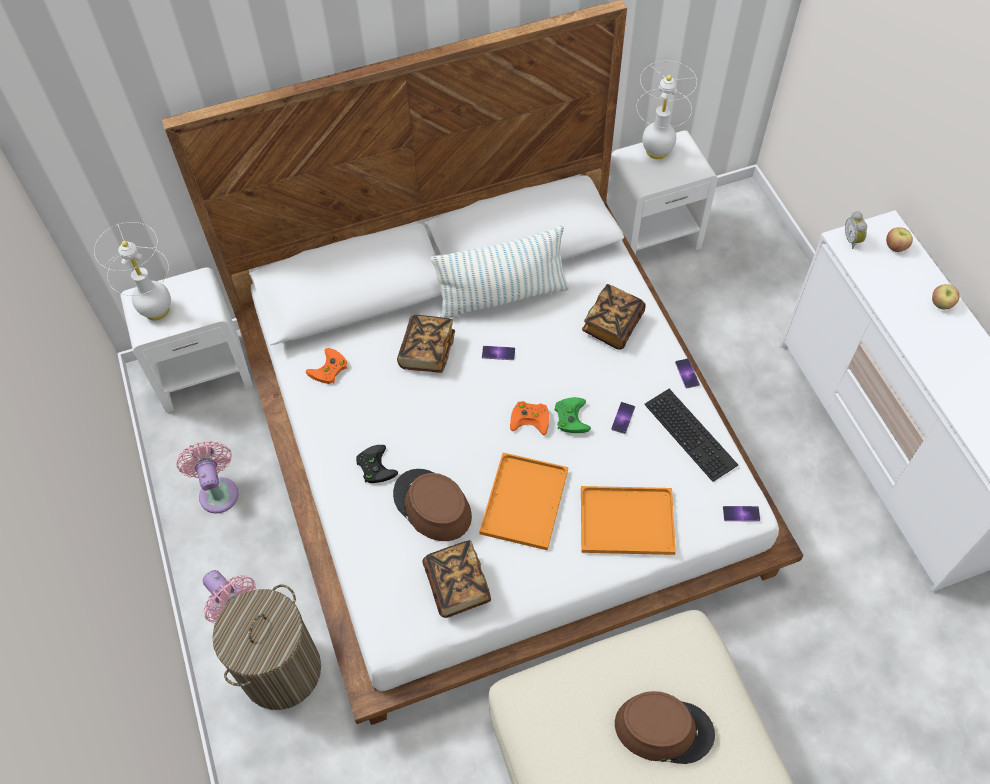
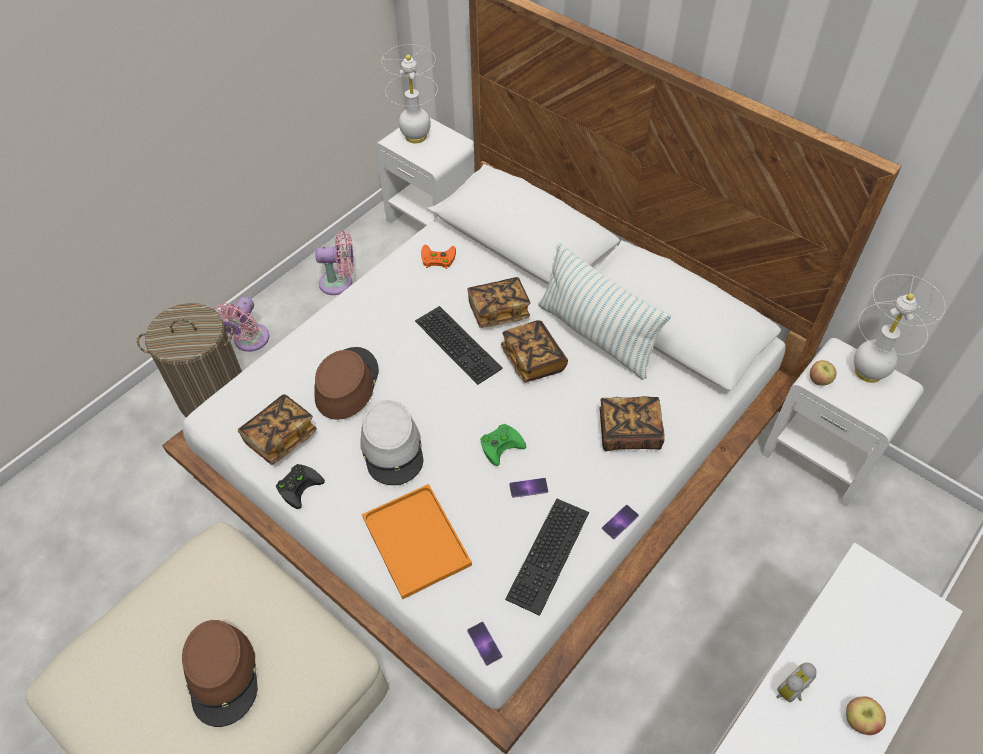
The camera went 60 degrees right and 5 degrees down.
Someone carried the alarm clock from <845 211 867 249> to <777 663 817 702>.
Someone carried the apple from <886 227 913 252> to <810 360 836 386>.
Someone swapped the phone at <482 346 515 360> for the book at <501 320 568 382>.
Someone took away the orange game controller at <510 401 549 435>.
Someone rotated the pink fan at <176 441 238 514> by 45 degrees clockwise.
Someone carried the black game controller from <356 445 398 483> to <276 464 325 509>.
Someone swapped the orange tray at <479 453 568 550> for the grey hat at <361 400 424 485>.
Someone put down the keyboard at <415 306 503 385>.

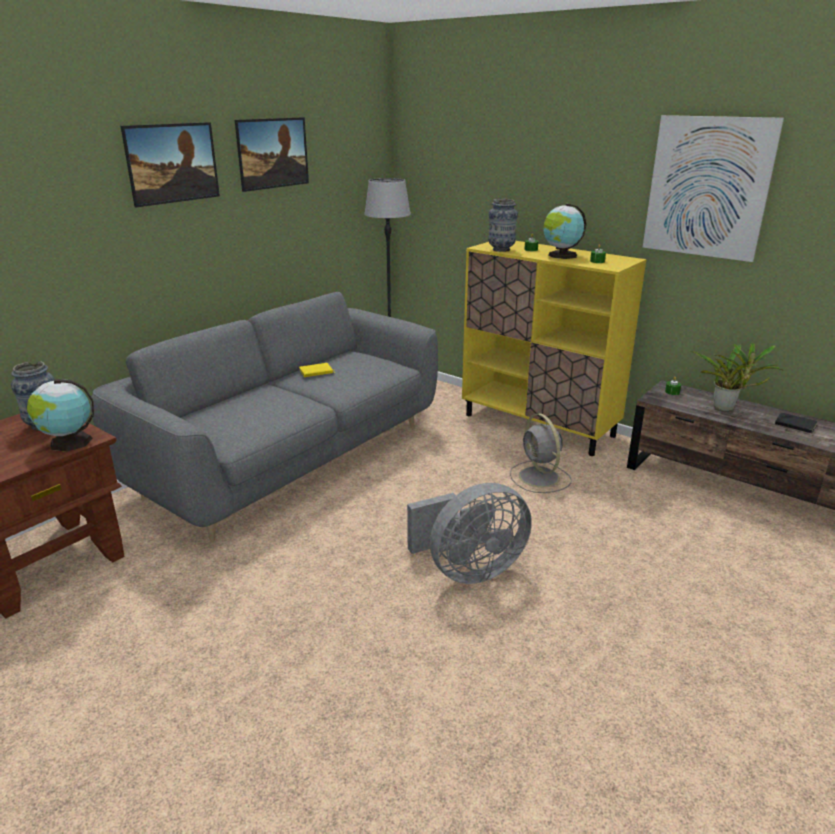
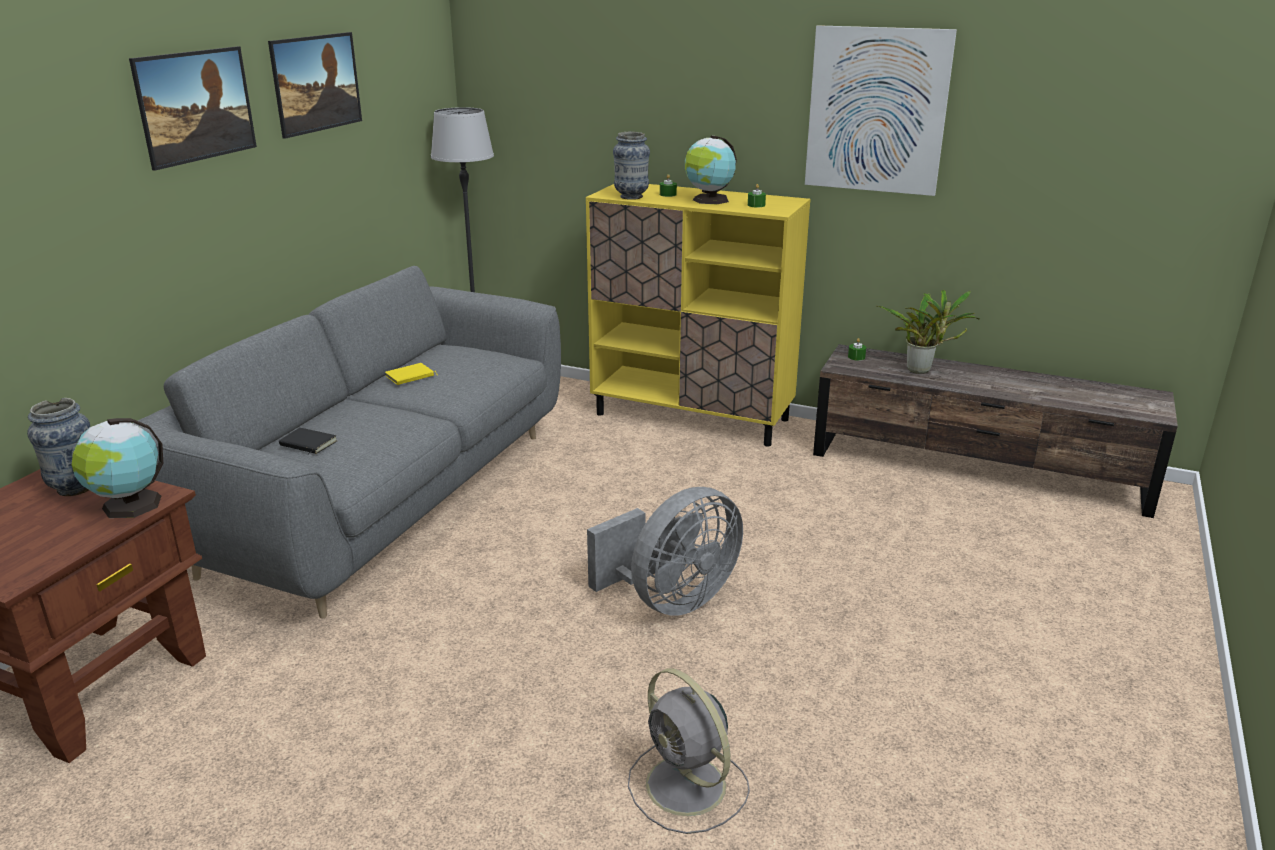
The camera went 15 degrees left and 0 degrees up.
Someone carried the grey fan from <510 413 572 493> to <628 668 750 834>.
Someone carried the black book from <775 413 818 434> to <279 428 337 455>.

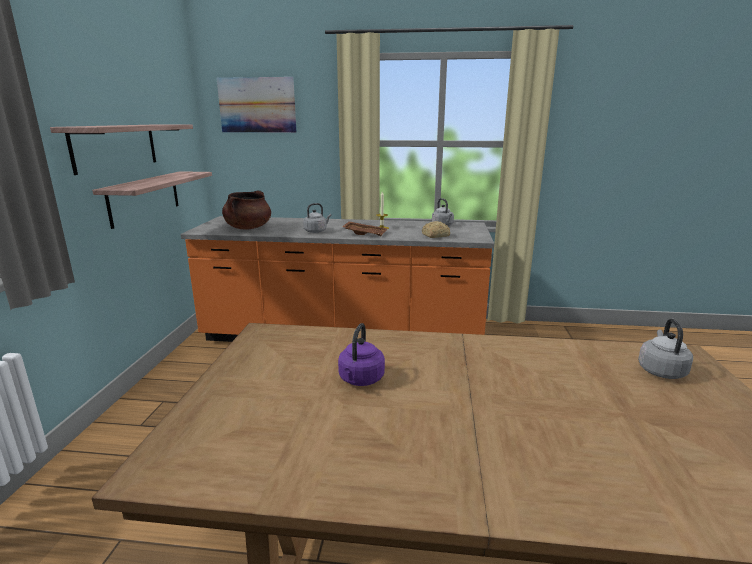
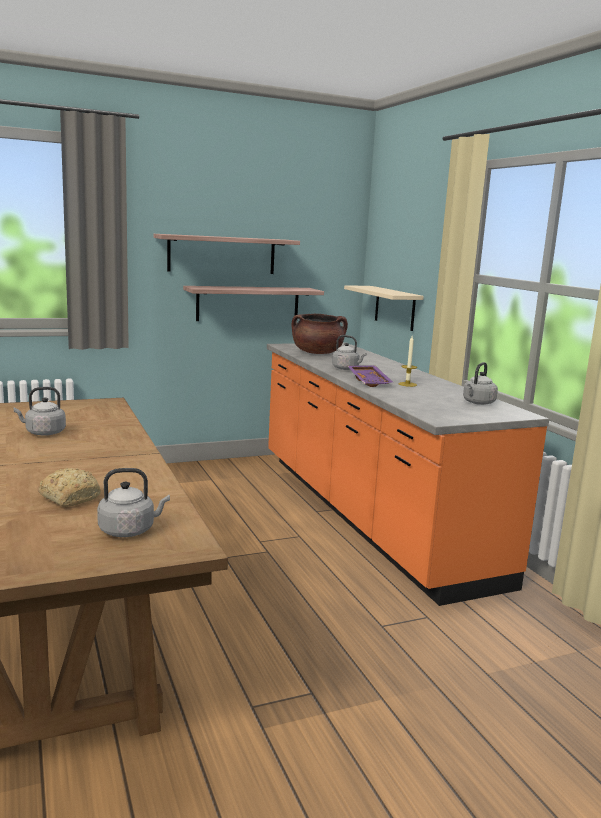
The camera went 60 degrees right and 5 degrees down.
Someone took away the picture at <217 77 296 133>.
Someone repainted the brown tray at <342 221 388 236>, which became the purple tray at <348 365 393 387>.
Someone carried the bread from <422 221 450 238> to <37 468 101 507>.
Someone repainted the purple kettle at <338 323 385 386>, which became the grey kettle at <13 387 66 436>.
Someone put up the beige shelf at <344 285 424 331>.

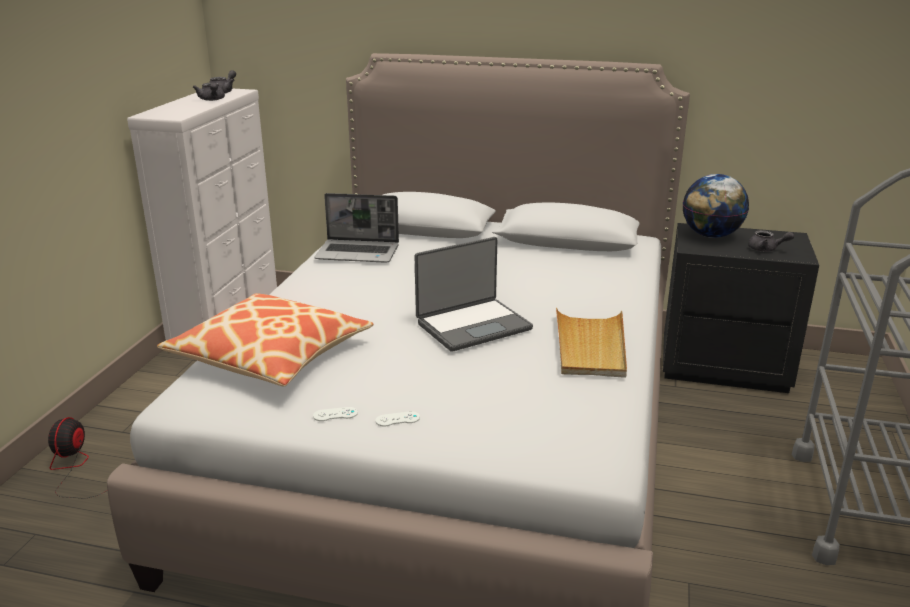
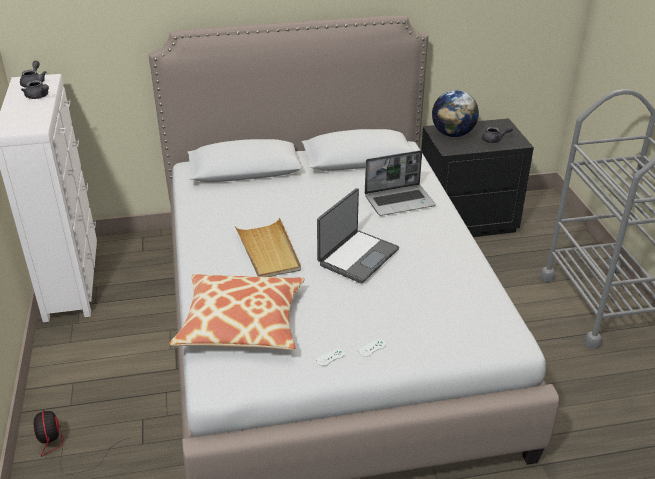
The camera went 25 degrees left and 10 degrees up.
Someone carried the laptop from <314 193 399 263> to <365 150 436 216>.
Someone carried the beige tray from <556 308 627 378> to <235 218 301 277>.

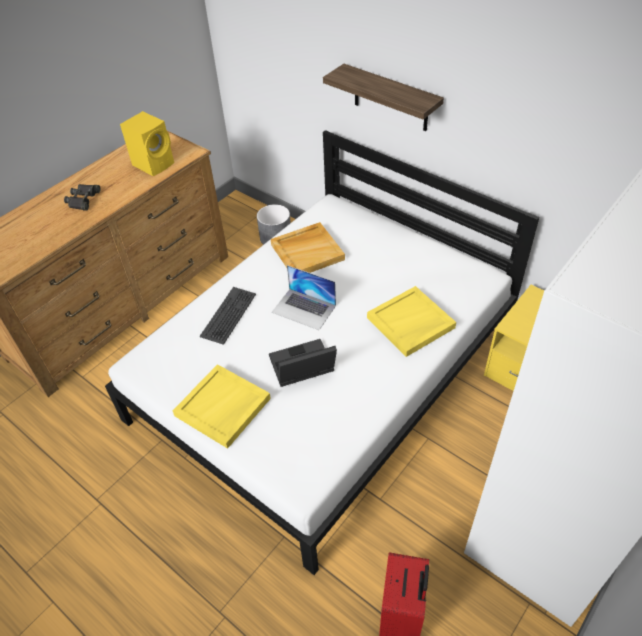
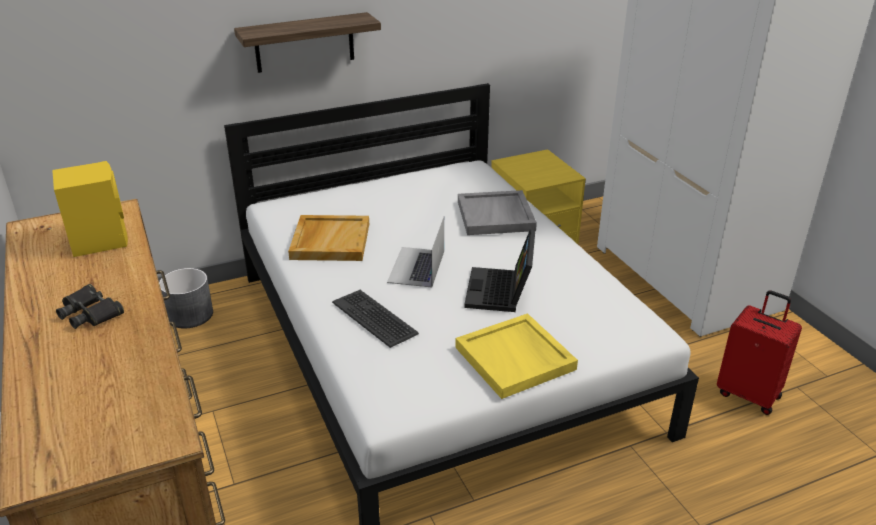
The camera went 65 degrees left and 15 degrees down.
Someone rotated the laptop at <272 265 336 330> by 135 degrees clockwise.
Someone repainted the yellow tray at <367 286 456 357>, which became the grey tray at <458 190 537 235>.

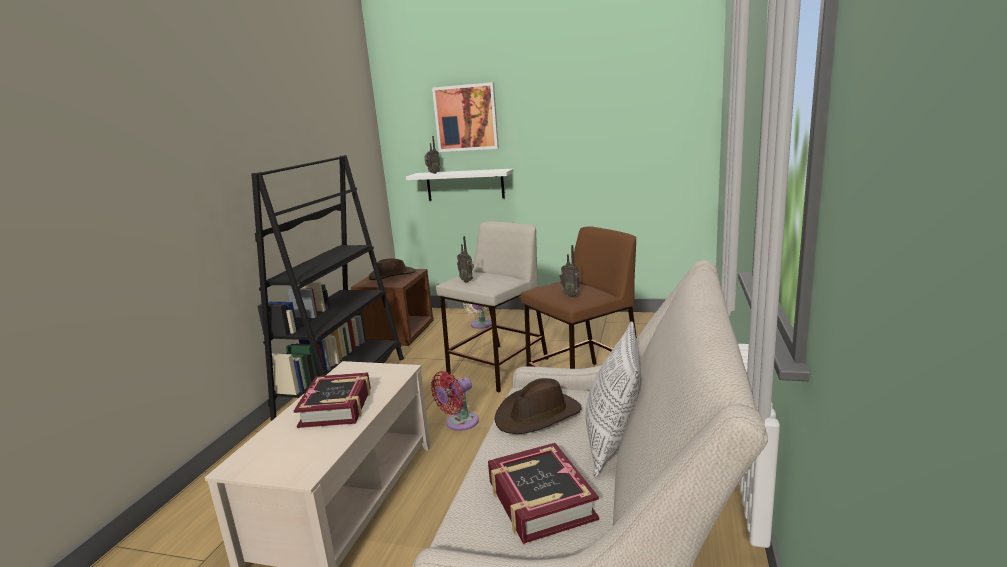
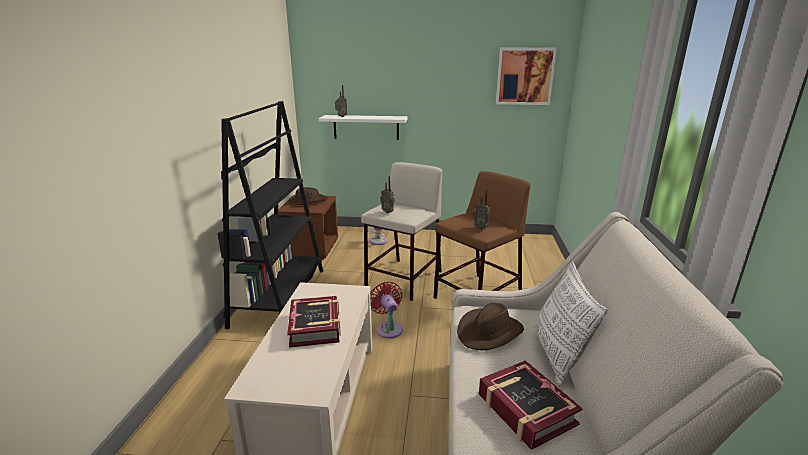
The camera went 10 degrees left and 5 degrees up.
Someone carried the picture from <432 82 499 152> to <496 48 557 105>.
Someone rotated the red fan at <431 371 479 431> by 120 degrees clockwise.

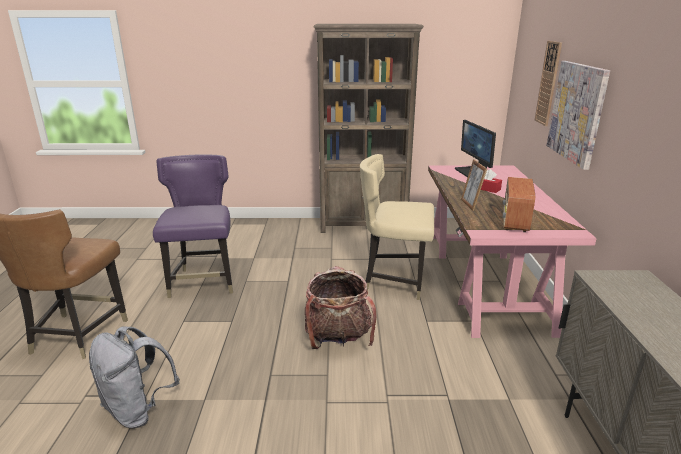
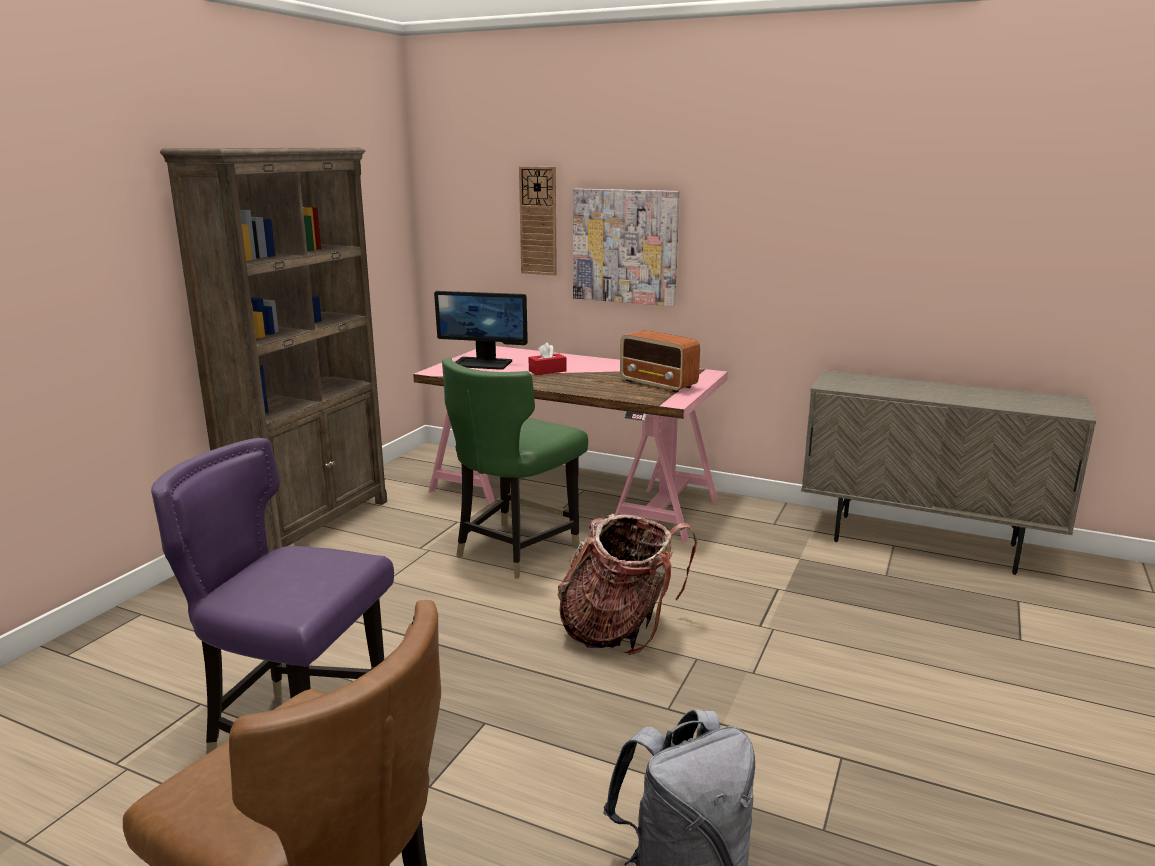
The camera went 65 degrees left and 5 degrees down.
Someone repainted the beige chair at <360 154 434 300>, which became the green chair at <442 357 588 579>.
Someone took away the picture frame at <461 159 487 211>.

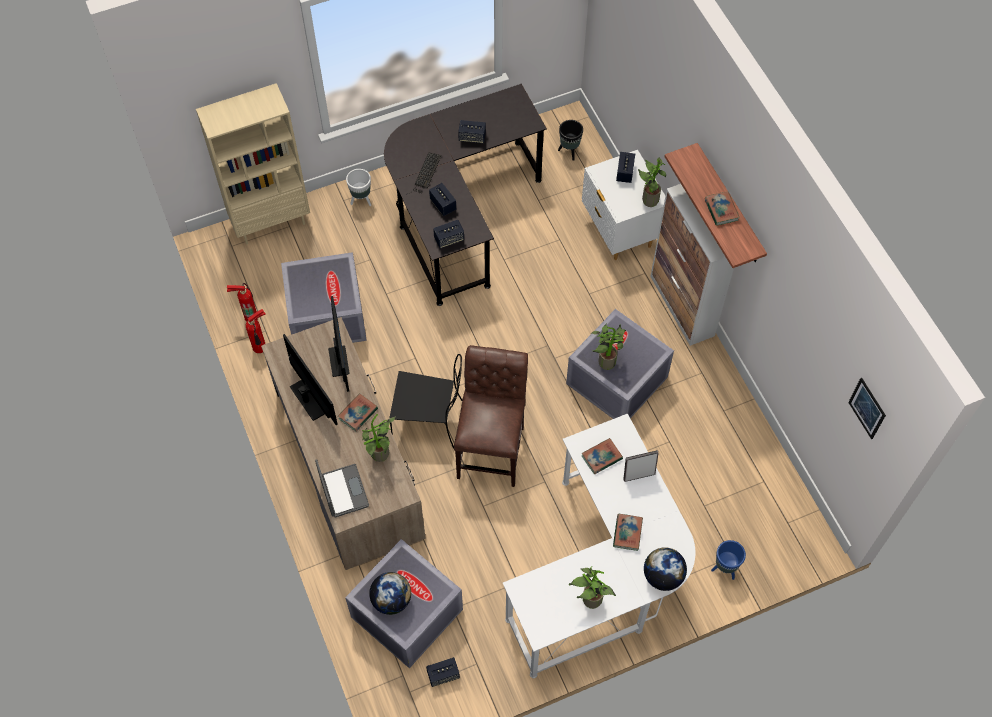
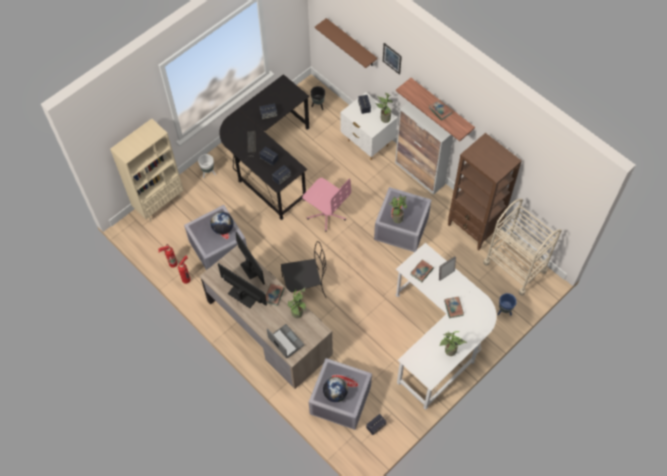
The camera went 20 degrees left and 0 degrees up.
Someone took away the brown chair at <454 345 528 487>.
Someone carried the picture from <848 378 886 439> to <383 43 402 75>.
Someone carried the globe from <644 547 687 591> to <210 212 233 235>.
Someone put up the brown shelf at <315 18 378 68>.
Someone put down the brown bookcase at <448 133 522 250>.
Someone put down the pink office chair at <302 178 351 232>.
Someone put down the beige cart at <483 199 562 295>.

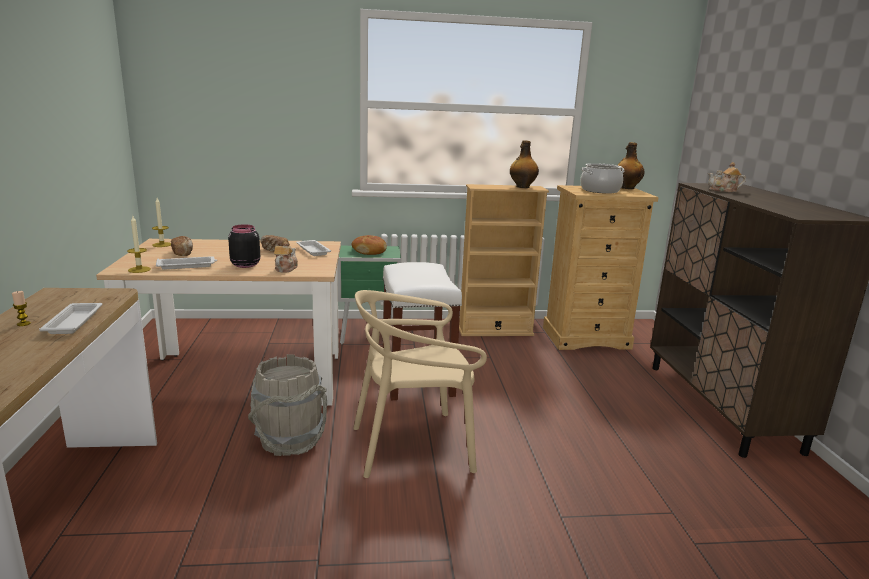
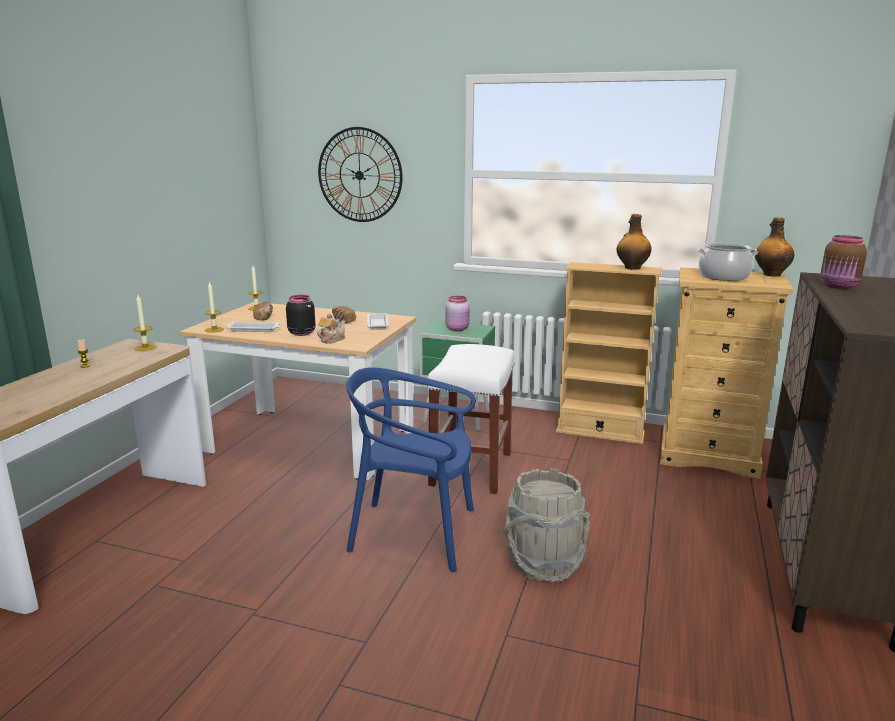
The camera went 25 degrees right and 0 degrees up.
Someone swapped the teapot at <708 162 746 192> for the brown jar at <821 235 867 289>.
Someone swapped the bread at <352 235 387 255> for the pink jar at <445 296 470 331>.
Someone repainted the beige chair at <353 290 487 478>, which became the blue chair at <346 367 476 572>.
Someone took away the white tray at <39 303 103 334>.
Someone carried the grey bucket from <248 354 327 456> to <502 468 590 582>.
Someone put up the wall clock at <318 127 403 222>.
Someone put down the candle at <133 295 157 351>.

